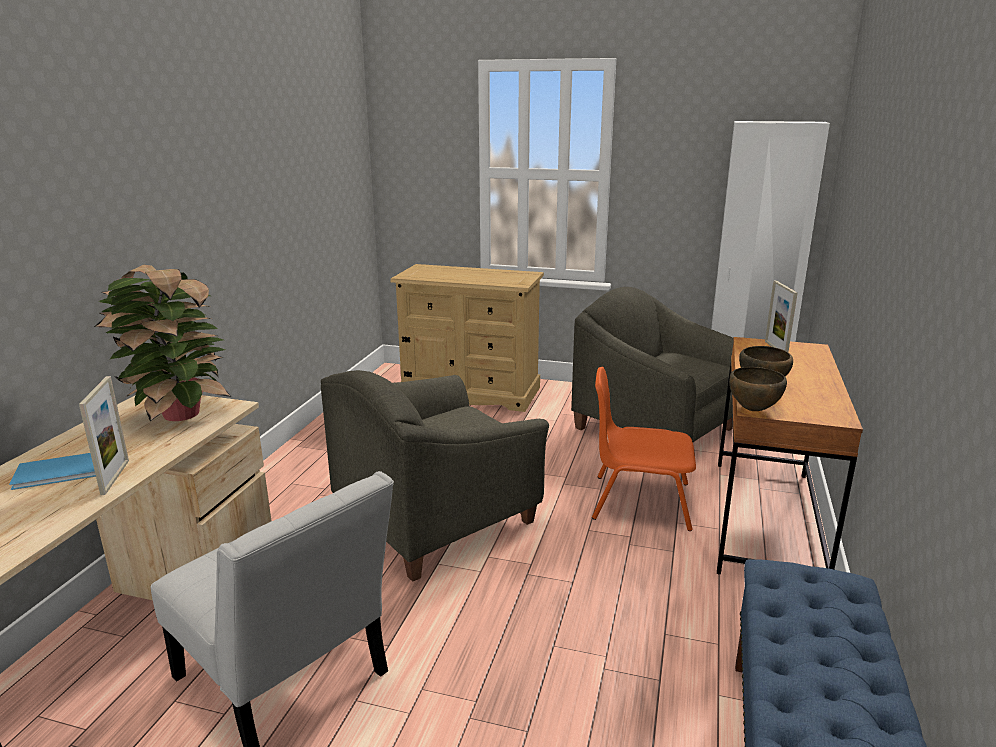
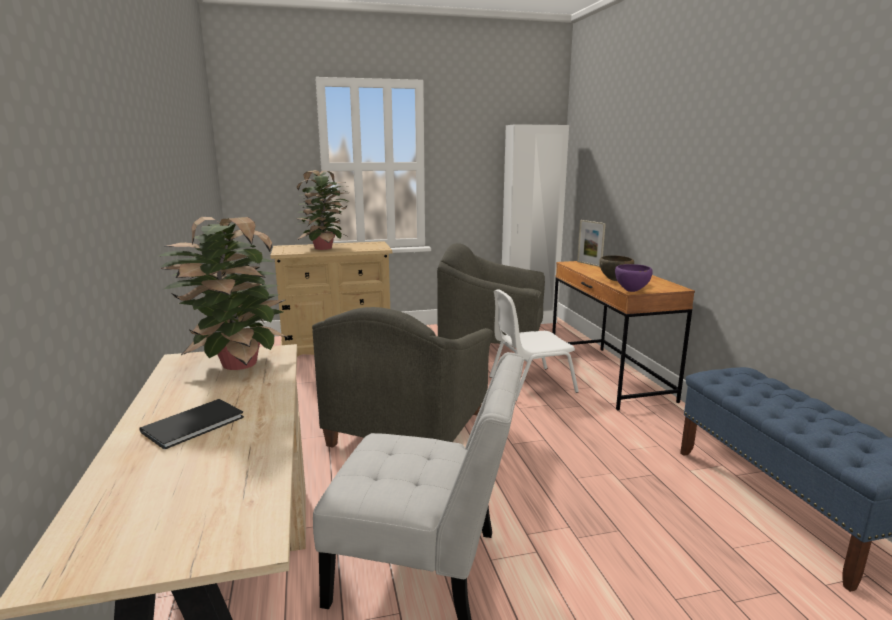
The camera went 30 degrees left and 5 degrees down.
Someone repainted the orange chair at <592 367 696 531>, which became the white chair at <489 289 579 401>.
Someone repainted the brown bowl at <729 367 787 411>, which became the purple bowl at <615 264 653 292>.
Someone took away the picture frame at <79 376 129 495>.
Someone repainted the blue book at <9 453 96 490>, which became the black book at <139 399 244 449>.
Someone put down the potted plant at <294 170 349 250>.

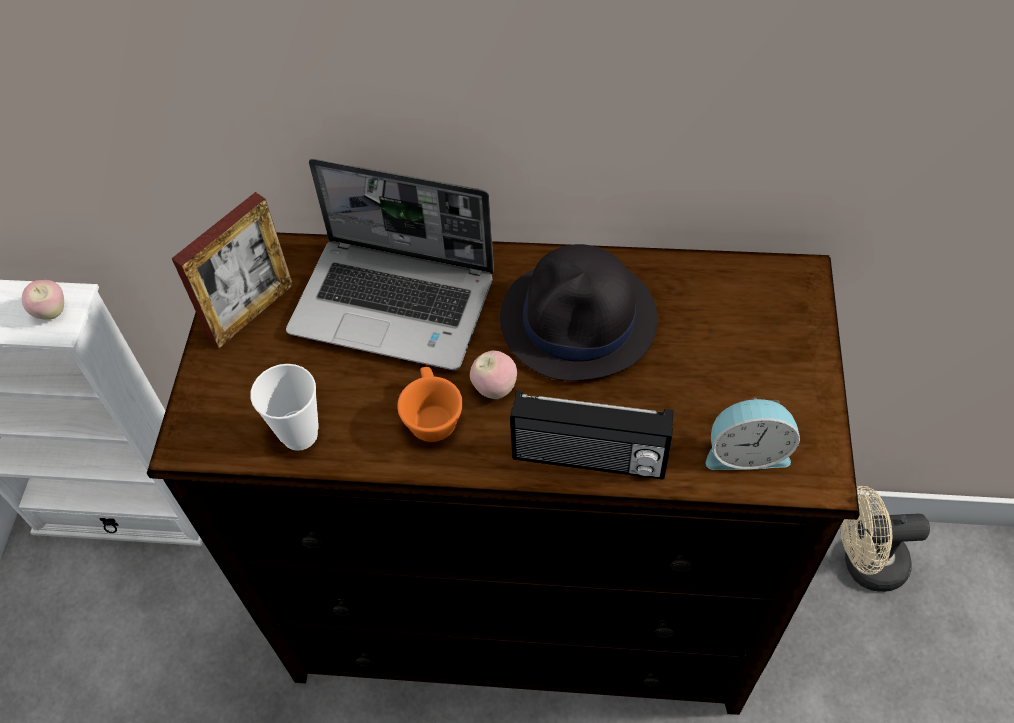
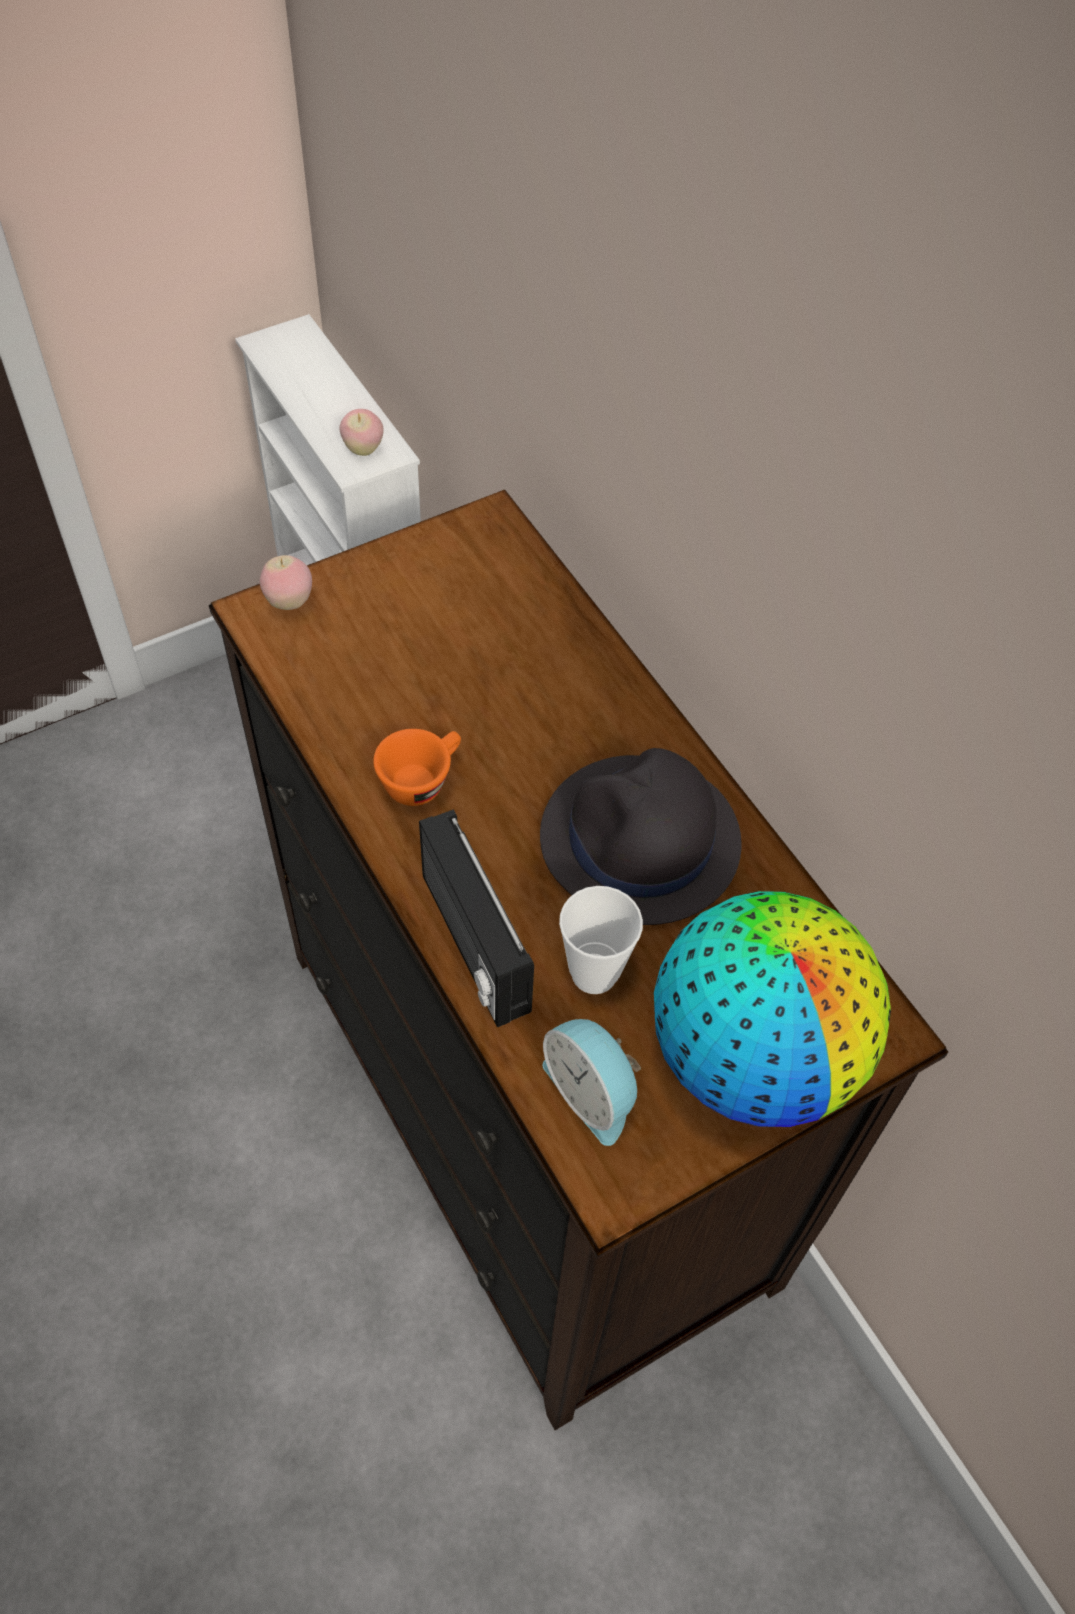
The camera went 50 degrees right and 0 degrees up.
Someone took away the laptop at <286 158 494 370>.
Someone took away the picture frame at <172 192 293 349>.
Someone carried the apple from <470 351 517 399> to <260 555 312 610>.
Someone carried the cup from <250 364 319 451> to <559 886 643 994>.
Someone took away the beige fan at <840 486 930 592>.
Someone put down the globe at <654 891 891 1127>.

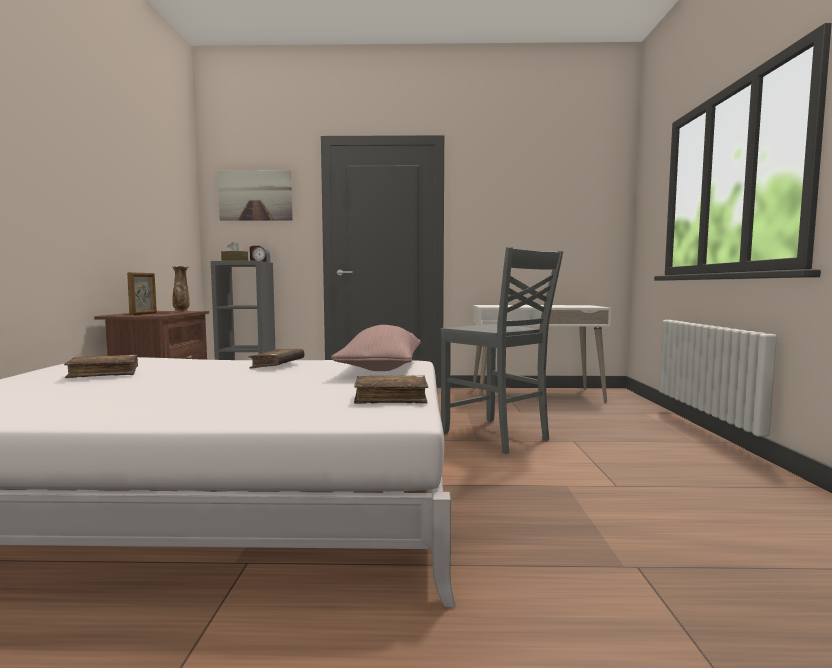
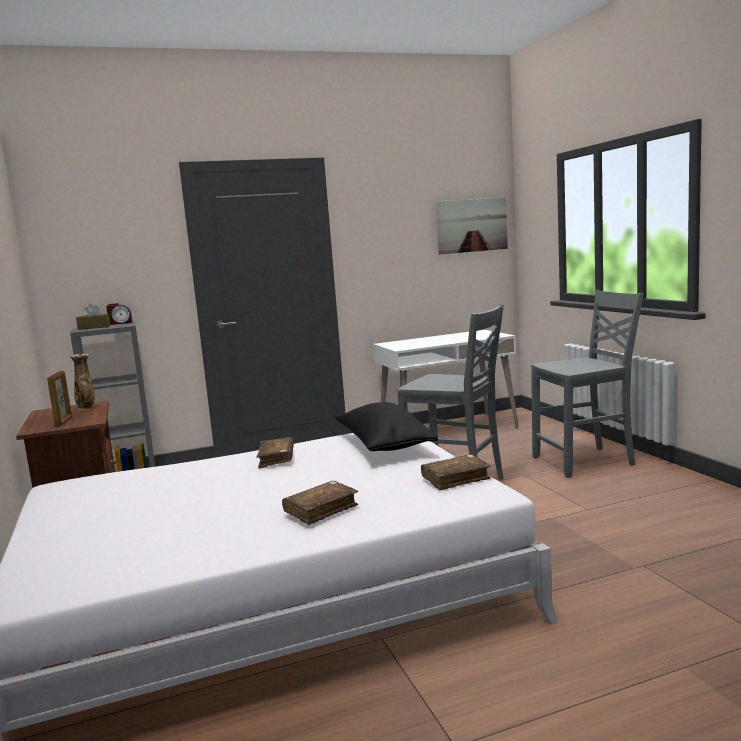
The camera went 20 degrees left and 5 degrees up.
Someone carried the picture from <218 170 293 221> to <436 197 508 254>.
Someone repainted the pink pillow at <331 325 420 371>, which became the black pillow at <335 402 438 451>.
Someone carried the brown book from <64 355 138 378> to <282 481 358 525>.
Someone put down the grey chair at <531 290 644 478>.

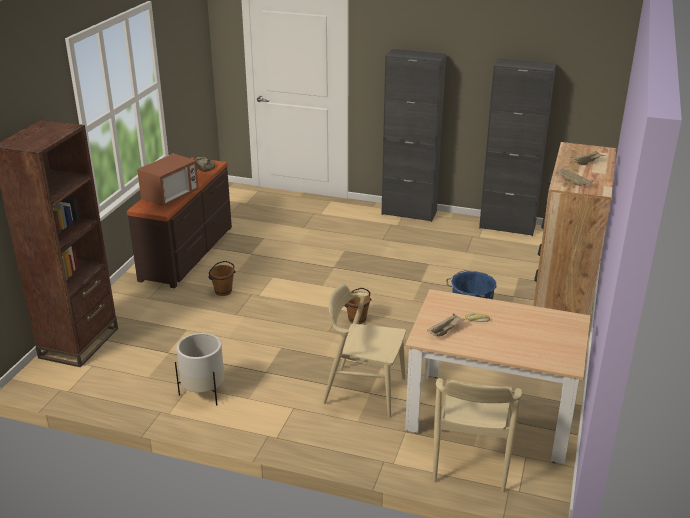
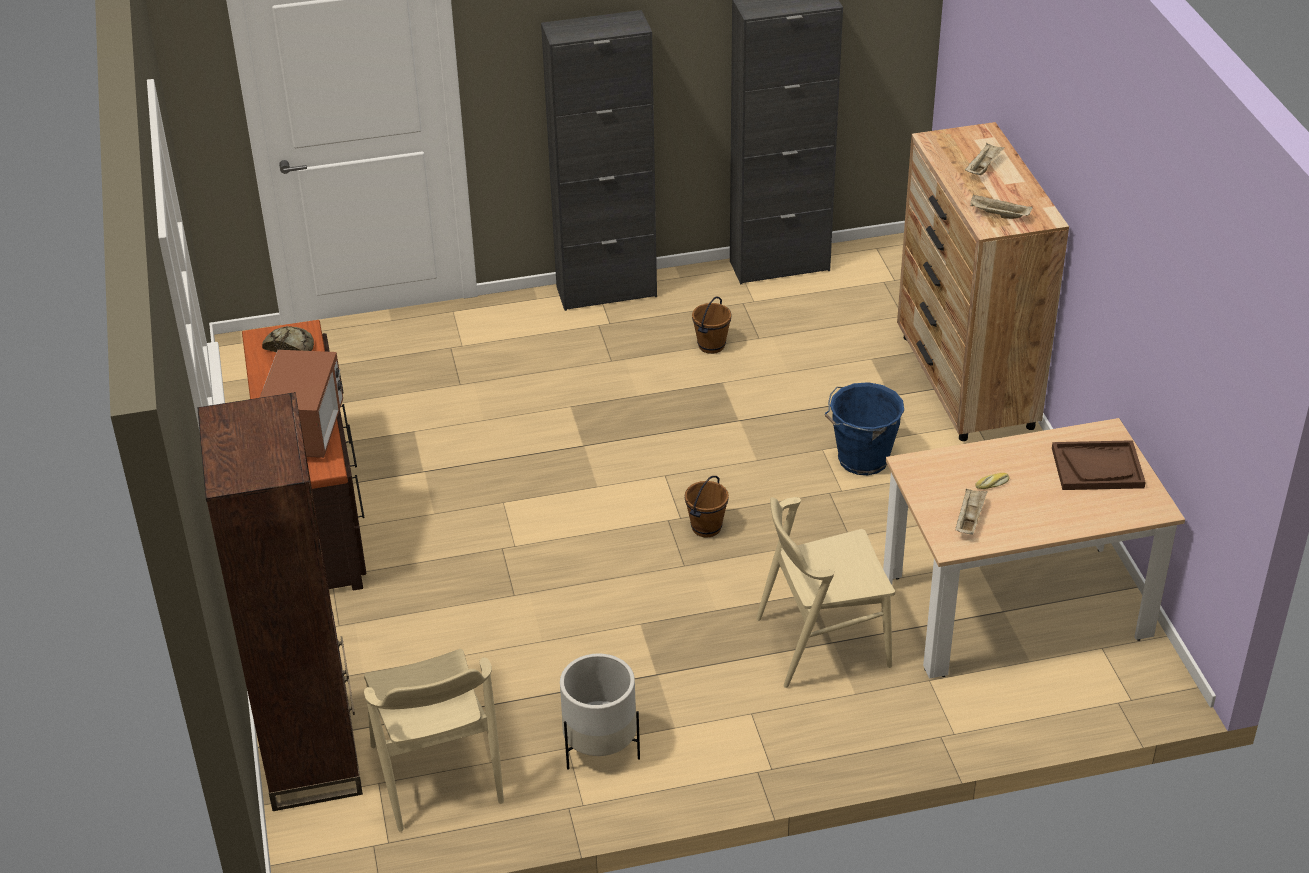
The camera went 30 degrees left and 10 degrees up.
Someone carried the brown bucket from <208 261 236 296> to <692 297 731 354>.
Someone carried the beige chair from <433 378 522 492> to <364 649 504 831>.
Someone put down the brown tray at <1052 440 1146 490>.

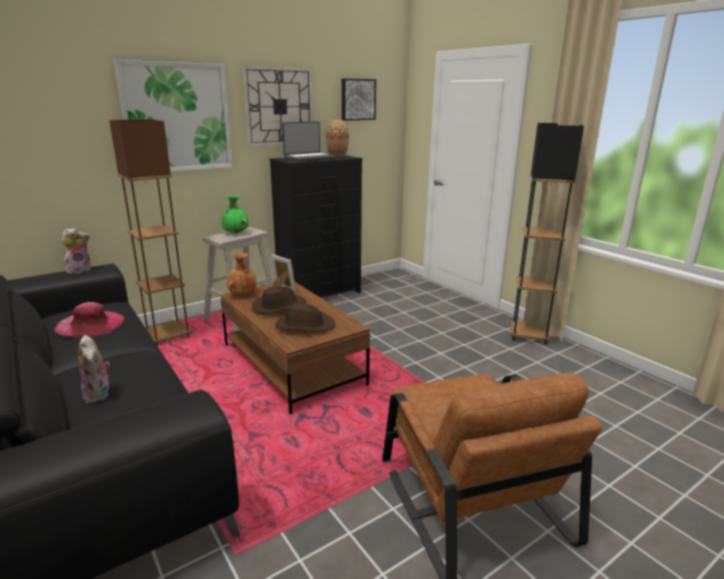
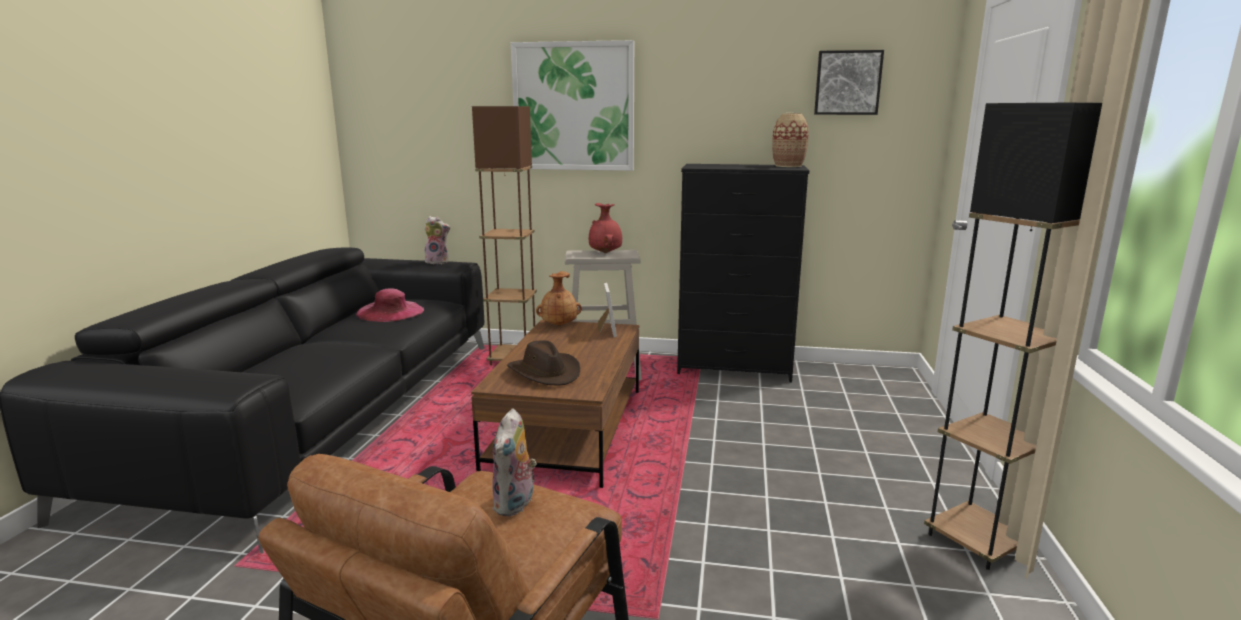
The camera went 45 degrees right and 5 degrees down.
Someone took away the wall clock at <243 66 313 146>.
Someone took away the laptop at <282 121 337 162>.
Someone repainted the green vase at <221 195 248 233>, which became the red vase at <589 203 622 253>.
Someone took away the brown hat at <252 287 306 314>.
Someone carried the plush toy from <78 335 110 403> to <492 408 537 517>.

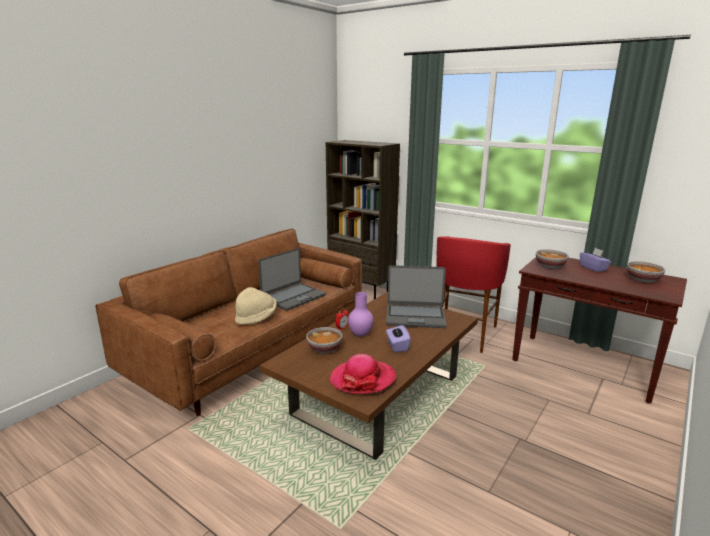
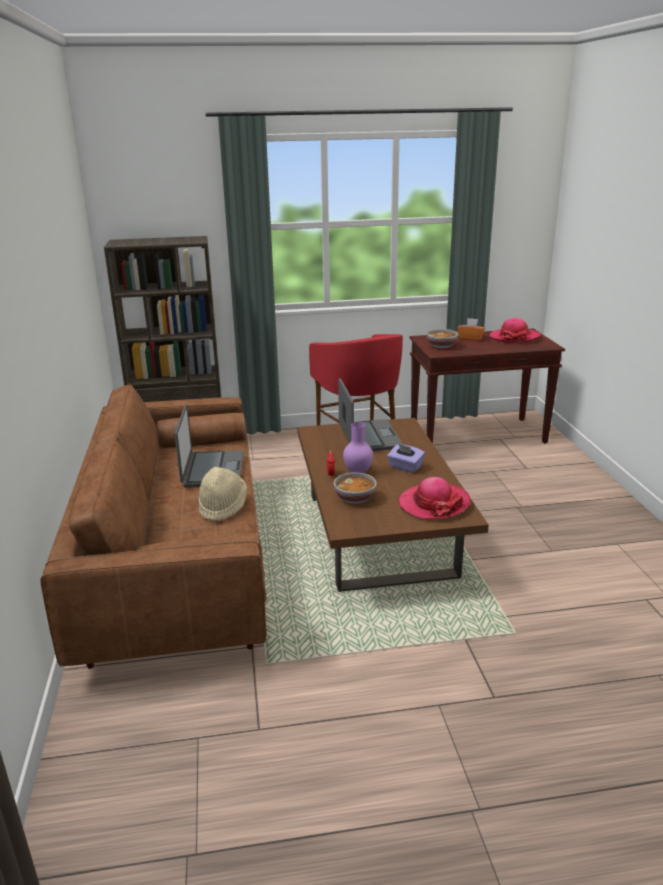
The camera went 45 degrees left and 5 degrees up.
Someone repainted the purple tissue box at <580 248 611 272>, which became the orange tissue box at <457 318 485 341>.
Someone swapped the bowl at <627 261 665 283> for the hat at <490 318 541 343>.
Someone rotated the laptop at <386 265 447 328> by 60 degrees counterclockwise.

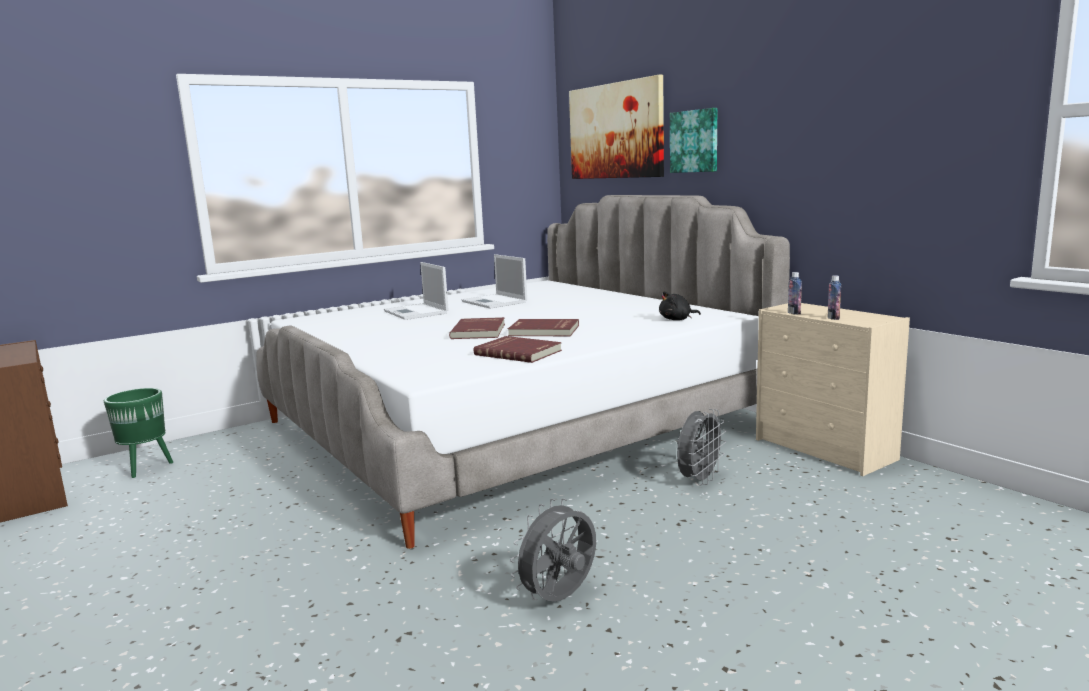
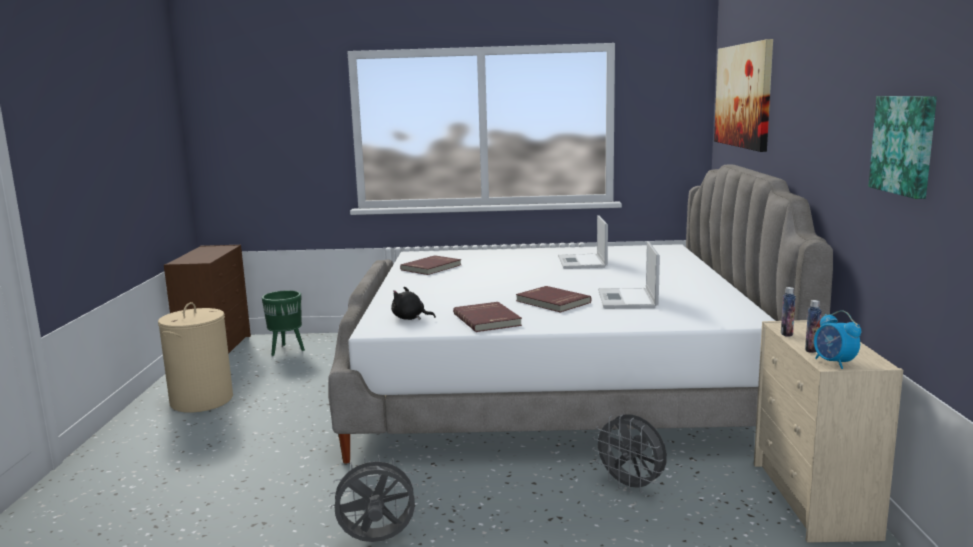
The camera went 35 degrees right and 0 degrees up.
Someone carried the picture from <670 108 717 173> to <868 96 937 199>.
Someone carried the laptop from <384 262 449 320> to <598 241 660 309>.
Someone carried the black plush toy from <659 291 701 320> to <391 287 436 320>.
Someone carried the red book from <449 317 505 339> to <400 255 461 275>.
Someone rotated the grey fan at <677 409 726 485> by 60 degrees clockwise.
Someone put down the beige laundry basket at <158 302 233 413>.
Someone put down the alarm clock at <814 310 861 369>.

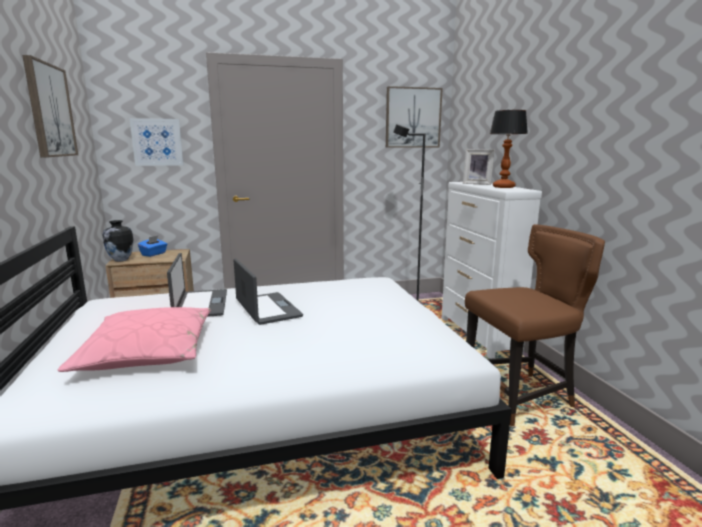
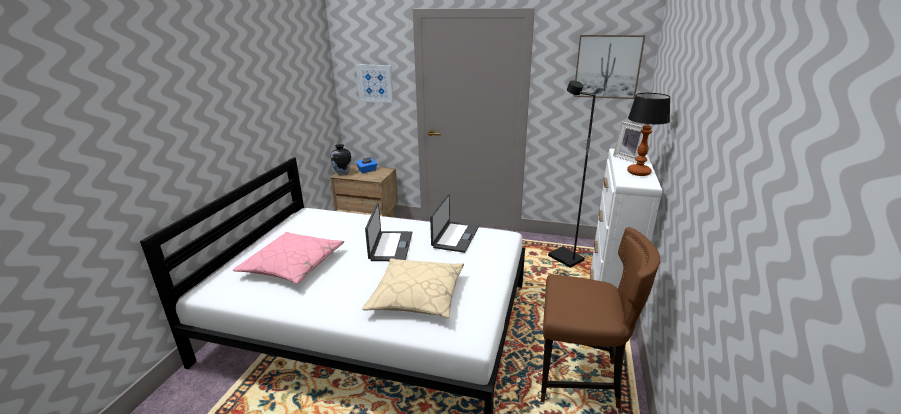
The camera went 30 degrees right and 10 degrees up.
Someone took away the picture at <22 55 78 157>.
Someone carried the laptop from <167 253 227 317> to <430 194 479 253>.
Someone put down the beige pillow at <362 258 464 318>.

